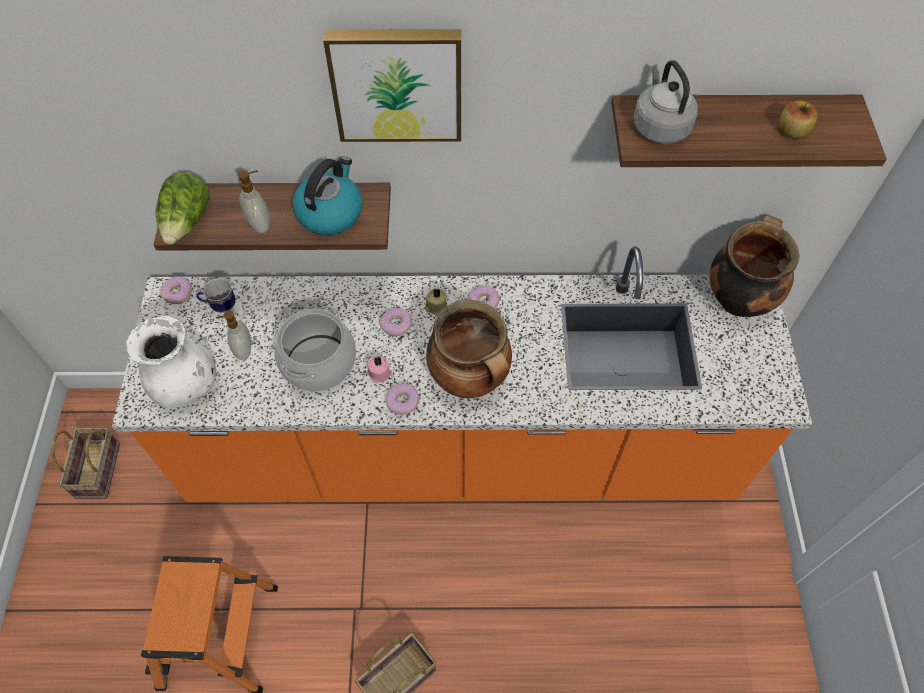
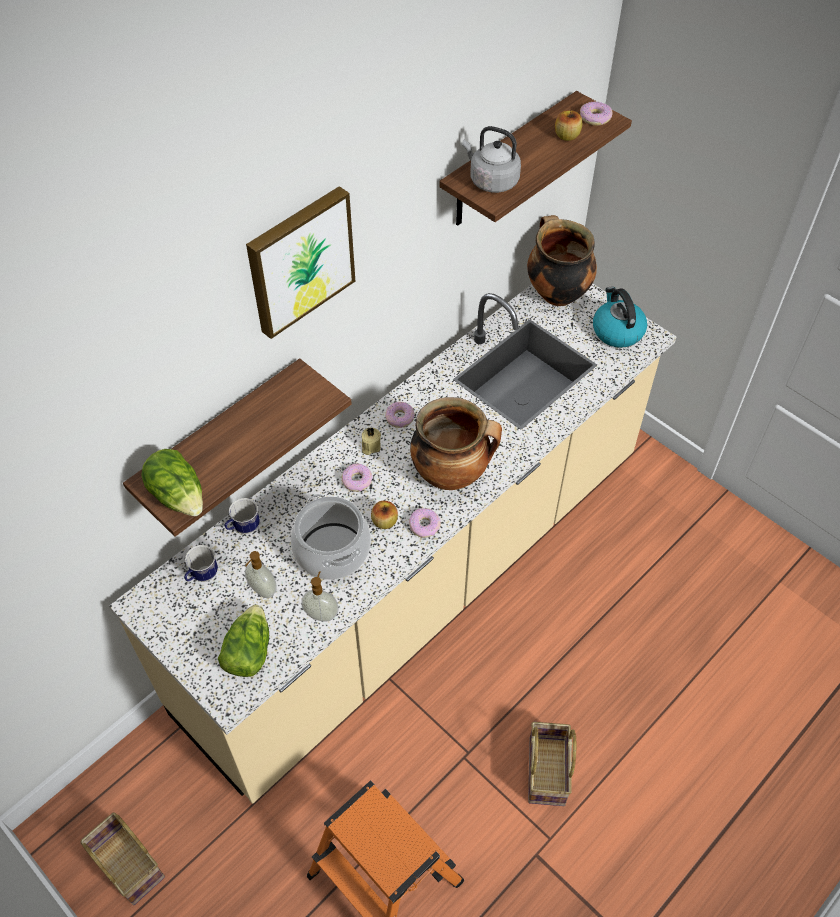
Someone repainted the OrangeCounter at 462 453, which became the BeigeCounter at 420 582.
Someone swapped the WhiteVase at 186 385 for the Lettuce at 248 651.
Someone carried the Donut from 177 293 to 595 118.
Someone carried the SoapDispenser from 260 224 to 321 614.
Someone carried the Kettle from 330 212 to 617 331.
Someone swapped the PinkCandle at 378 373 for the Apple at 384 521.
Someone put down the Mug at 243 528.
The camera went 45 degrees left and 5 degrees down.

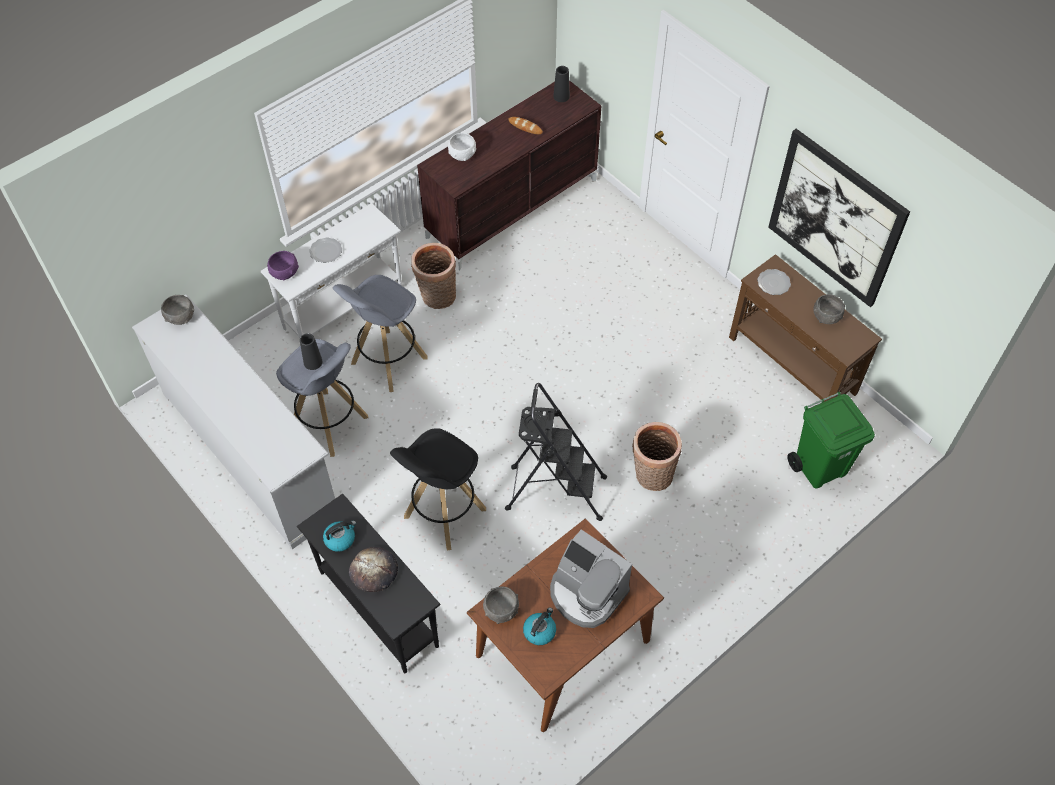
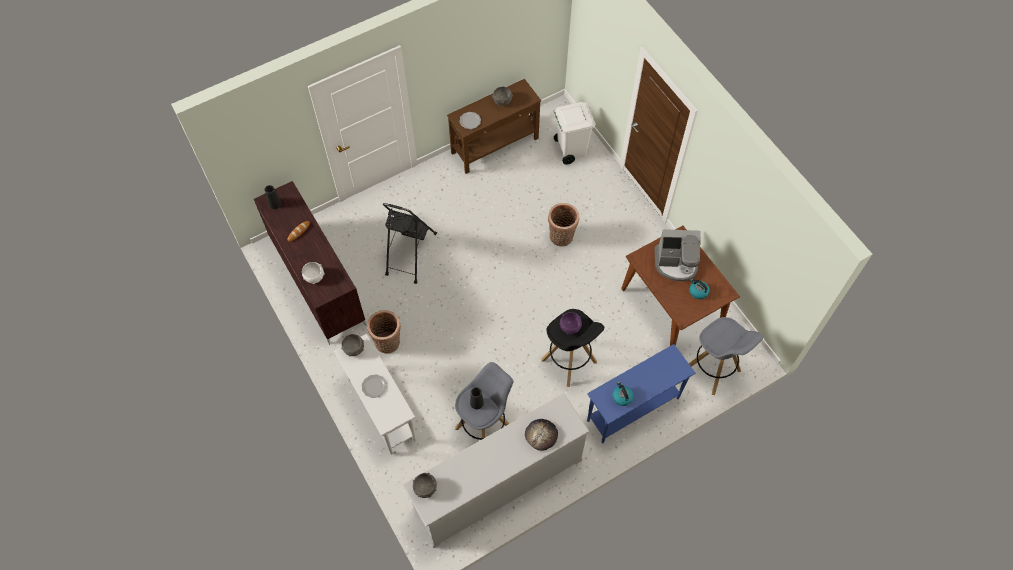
Someone carried the PurpleBowl from 284 273 to 570 327.
Someone repainted the BlackConsoleTable at 377 609, which became the BlueConsoleTable at 633 410.
Someone carried the GreyStool from 387 361 to 713 370.
Someone carried the Bread from 374 571 to 541 435.
Someone carried the GreyBowl from 501 610 to 353 349.
Someone carried the StepLadder from 554 492 to 411 254.
Someone rotated the CoffeeMachine at 586 593 by 45 degrees clockwise.
Someone took away the Picture at 835 218.
Someone repainted the GreenTrashCan at 820 467, which became the WhiteTrashCan at 570 149.
The camera went 80 degrees left and 5 degrees up.

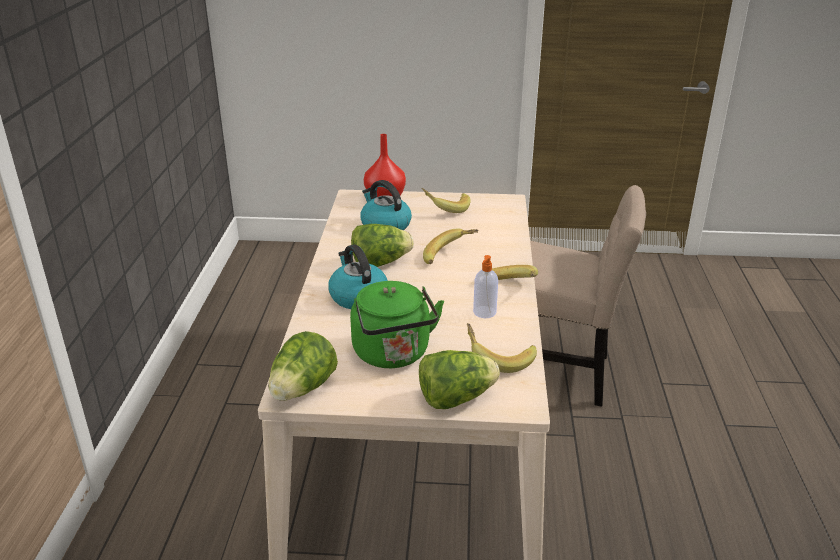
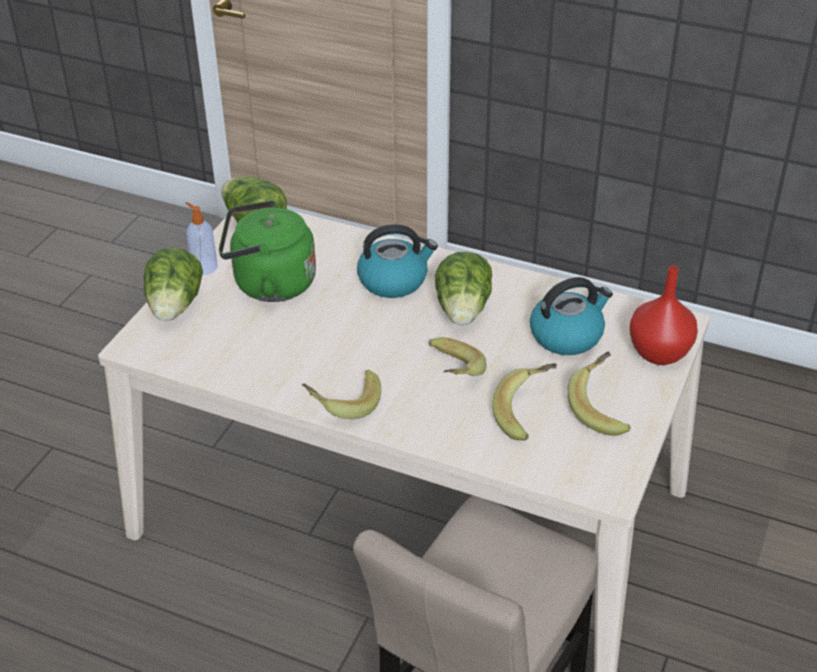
Someone carried the Banana from 498 359 to 528 414.
Someone carried the SoapDispenser from 484 313 to 204 267.
The camera went 110 degrees right and 10 degrees up.

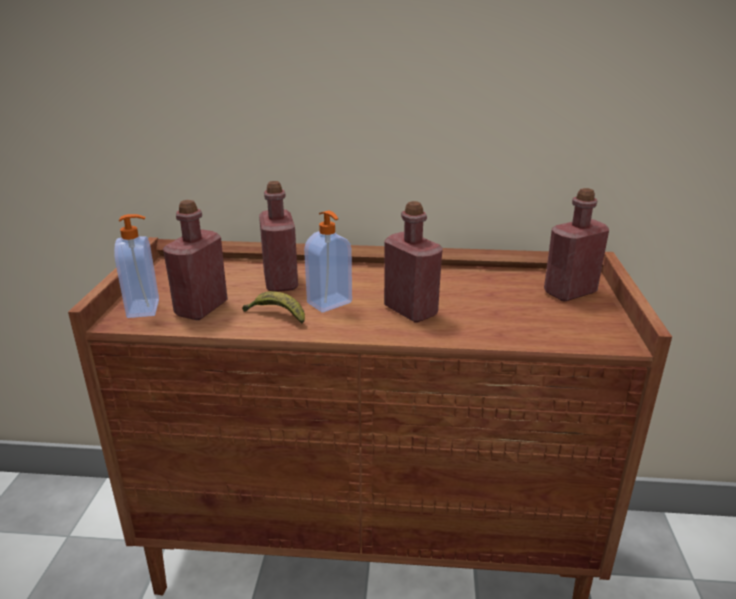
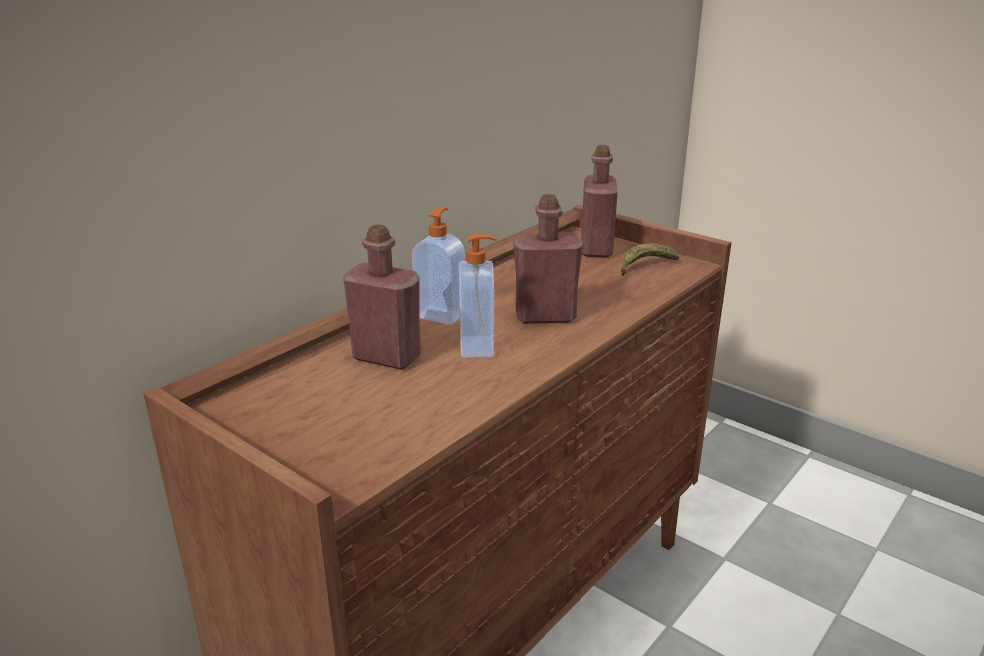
Someone carried the SoapDispenser from 145 308 to 441 315.
Someone took away the RedBottle at 201 308.
Someone carried the Banana from 276 315 to 645 267.
The camera went 55 degrees left and 0 degrees up.

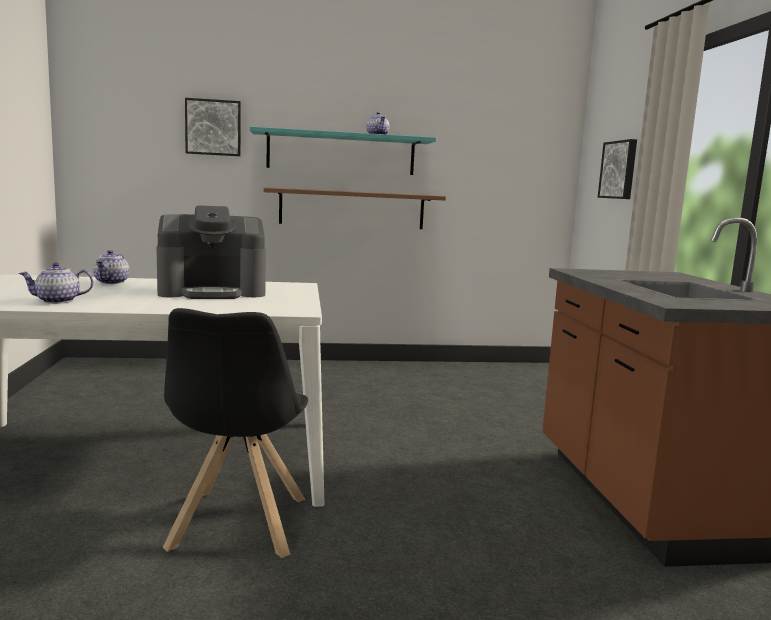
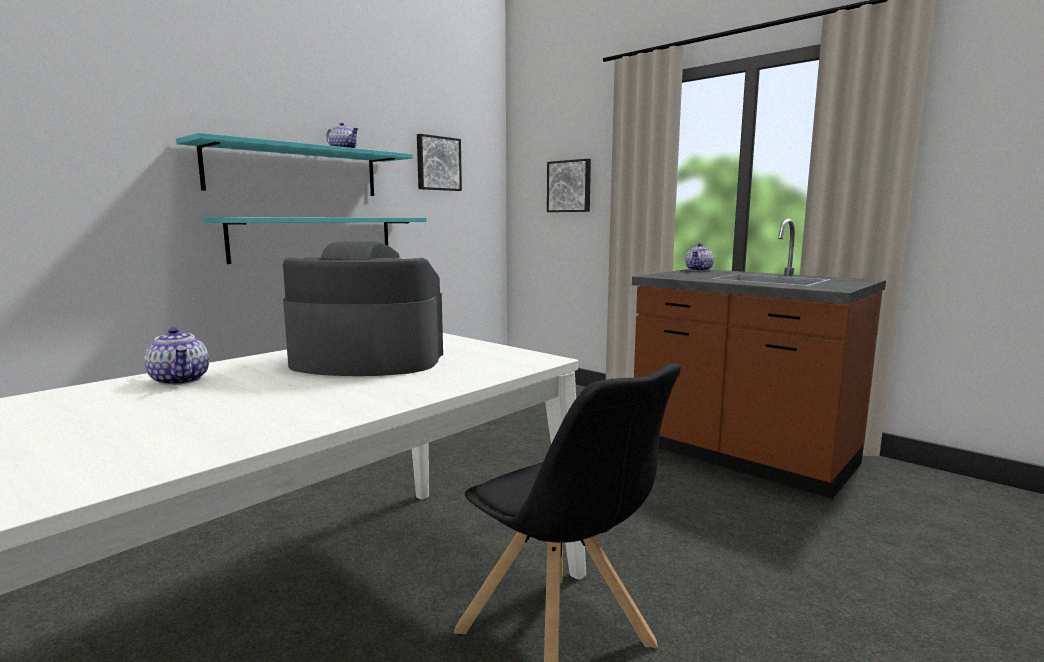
Someone carried the Teapot from 57 301 to 699 270.
Someone rotated the CoffeeMachine at 213 291 by 120 degrees counterclockwise.
Someone carried the Picture from 213 127 to 438 163.
Someone repainted the BrownShelf at 352 209, which became the TurquoiseShelf at 314 238.
The camera went 40 degrees left and 0 degrees up.

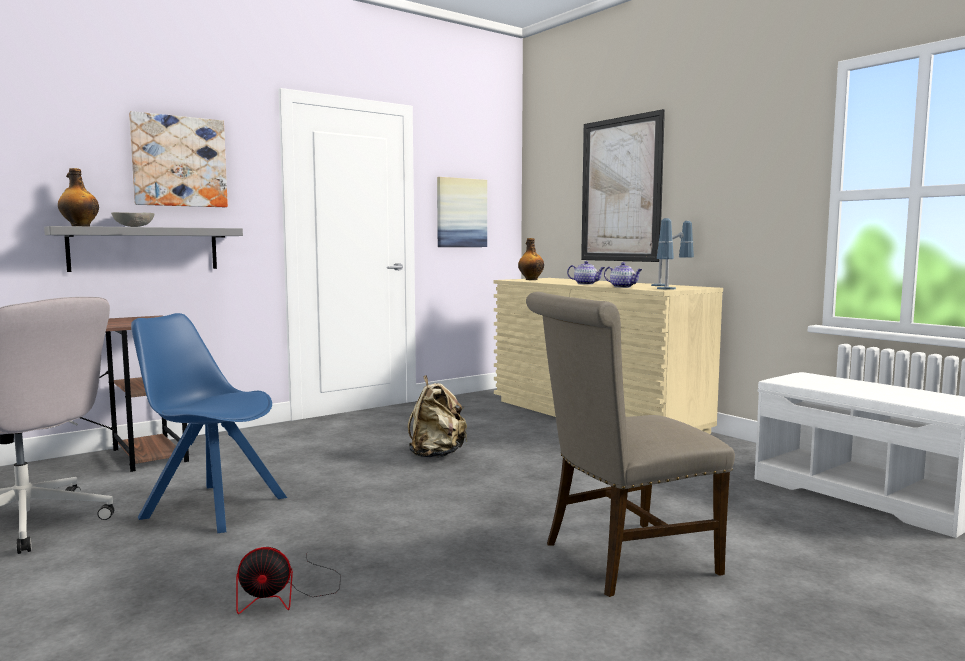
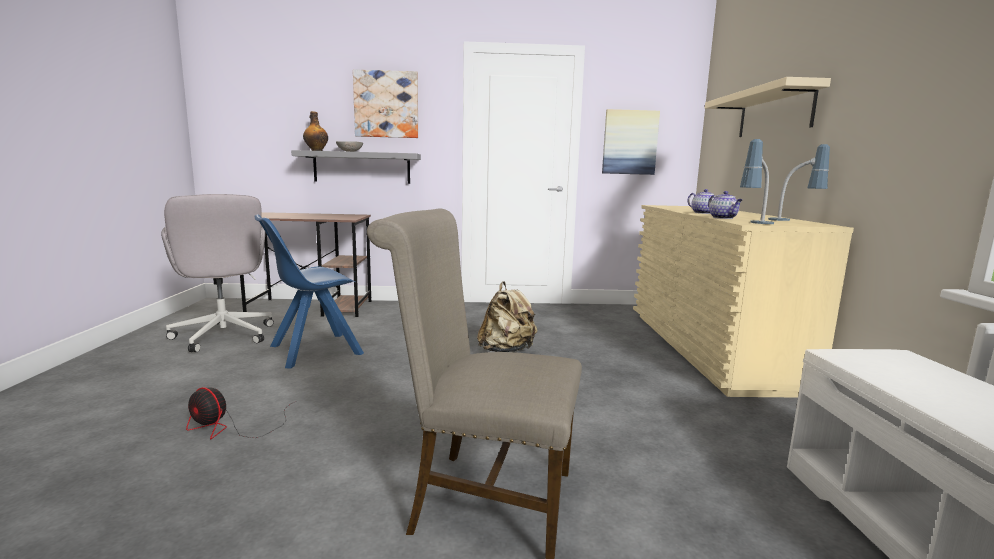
Someone rotated the BlueChair at 212 507 by 90 degrees counterclockwise.
Someone took away the Bottle at 531 279.
Someone swapped the Picture at 620 190 for the BeigeShelf at 774 112.
The camera went 35 degrees right and 5 degrees up.

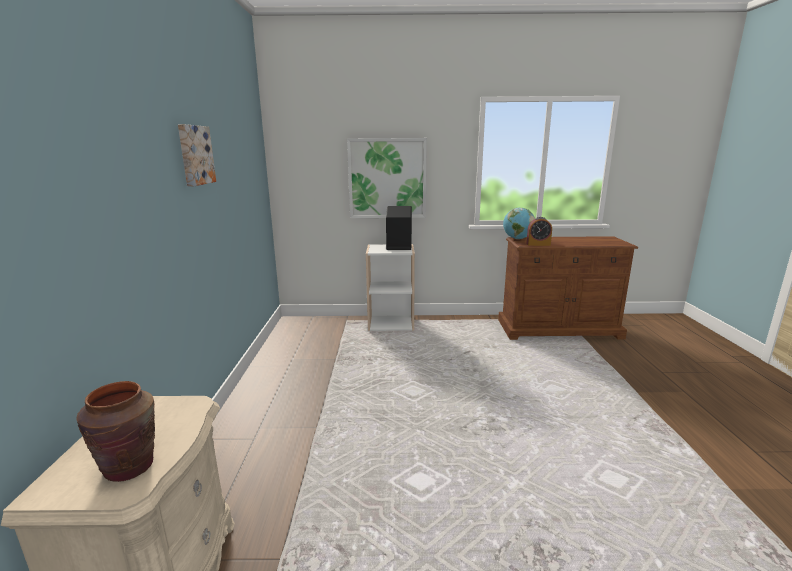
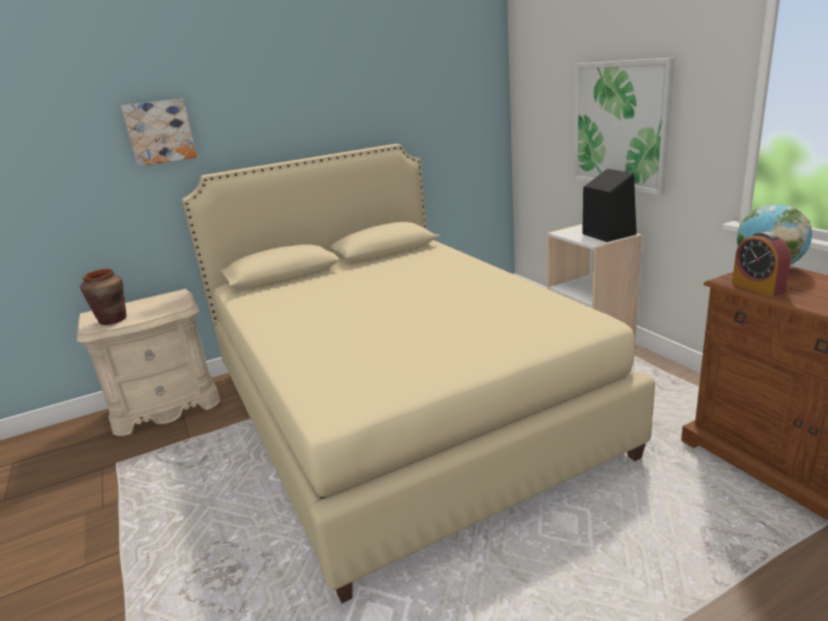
Someone carried the Picture from 195 155 to 159 132.
Someone put down the BeigeBed at 399 409.
The camera went 65 degrees right and 5 degrees up.

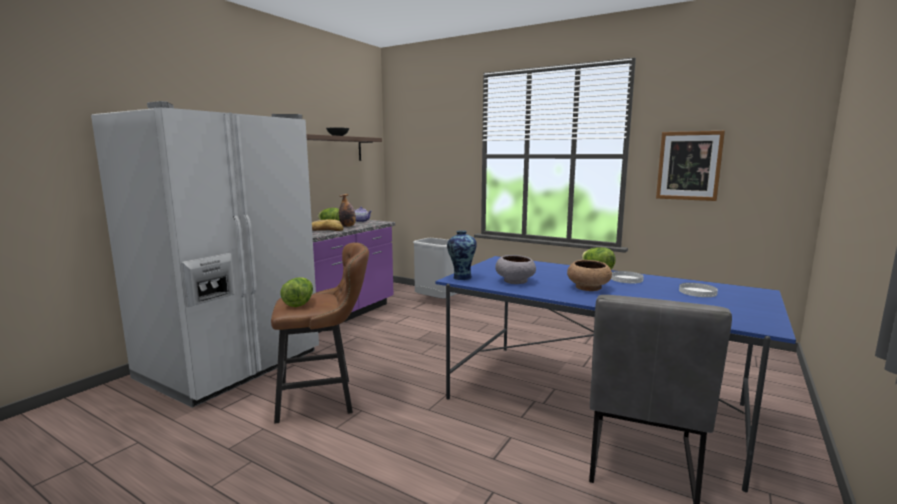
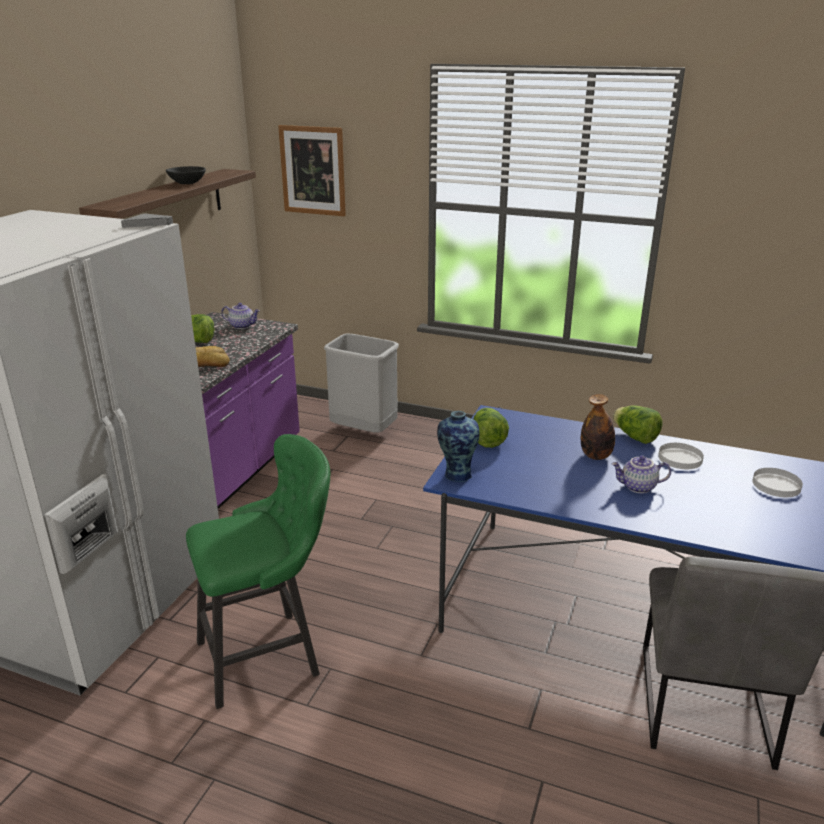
Someone repainted the BrownStool at 327 398, which became the GreenStool at 273 652.
Someone carried the Lettuce from 299 303 to 487 440.
Someone carried the Bottle from 348 226 to 596 456.
Someone took away the GreyBowl at 515 281.
Someone swapped the BrownBowl at 588 288 for the Teapot at 638 487.
Someone carried the Picture from 689 165 to 313 170.
The camera went 10 degrees left and 15 degrees up.

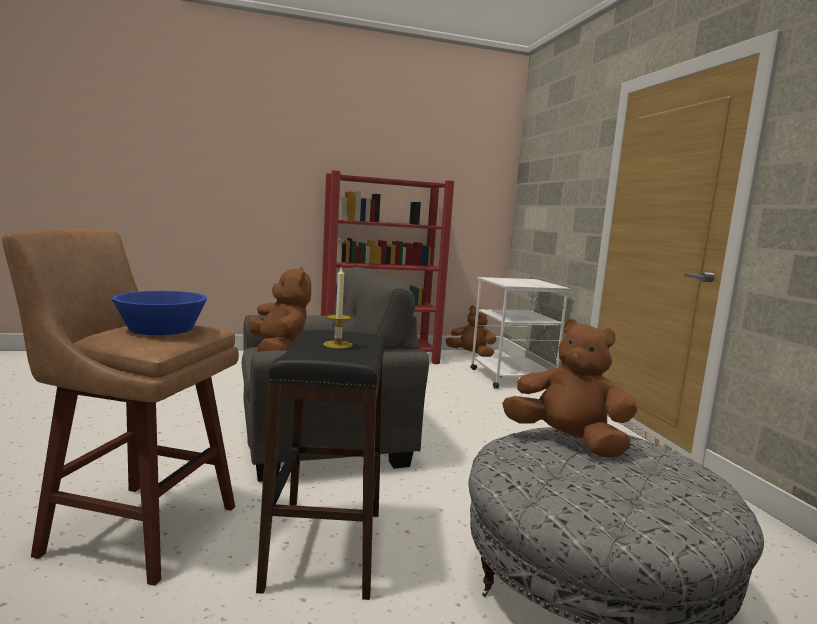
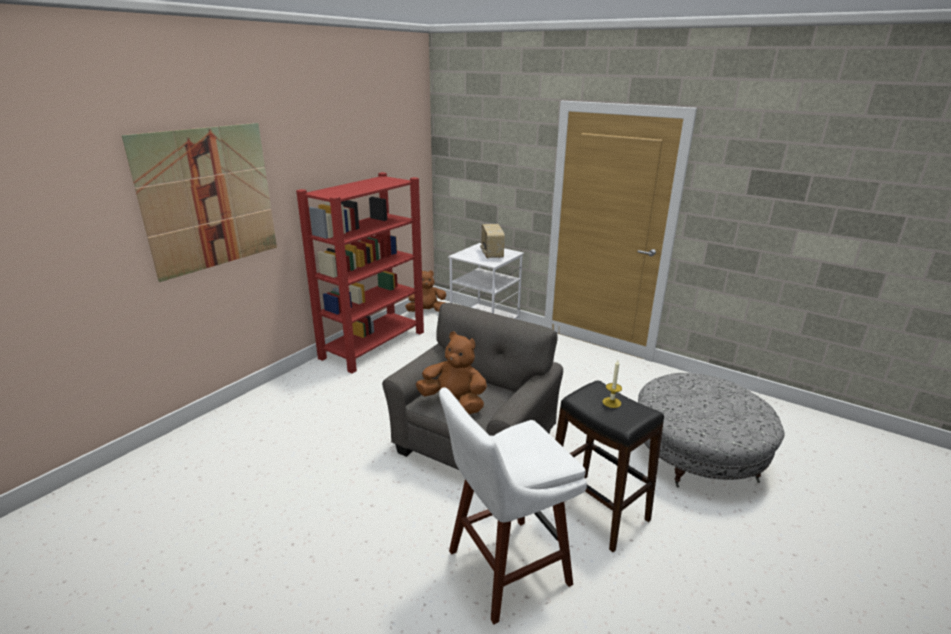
Someone repainted the BrownStool at 136 528, which became the WhiteStool at 504 569.
Someone took away the BlueBowl at 162 328.
Someone took away the BrownPlushToy at 567 441.
Someone put up the Picture at 209 199.
Someone put down the Radio at 491 254.
The camera went 40 degrees left and 15 degrees up.

